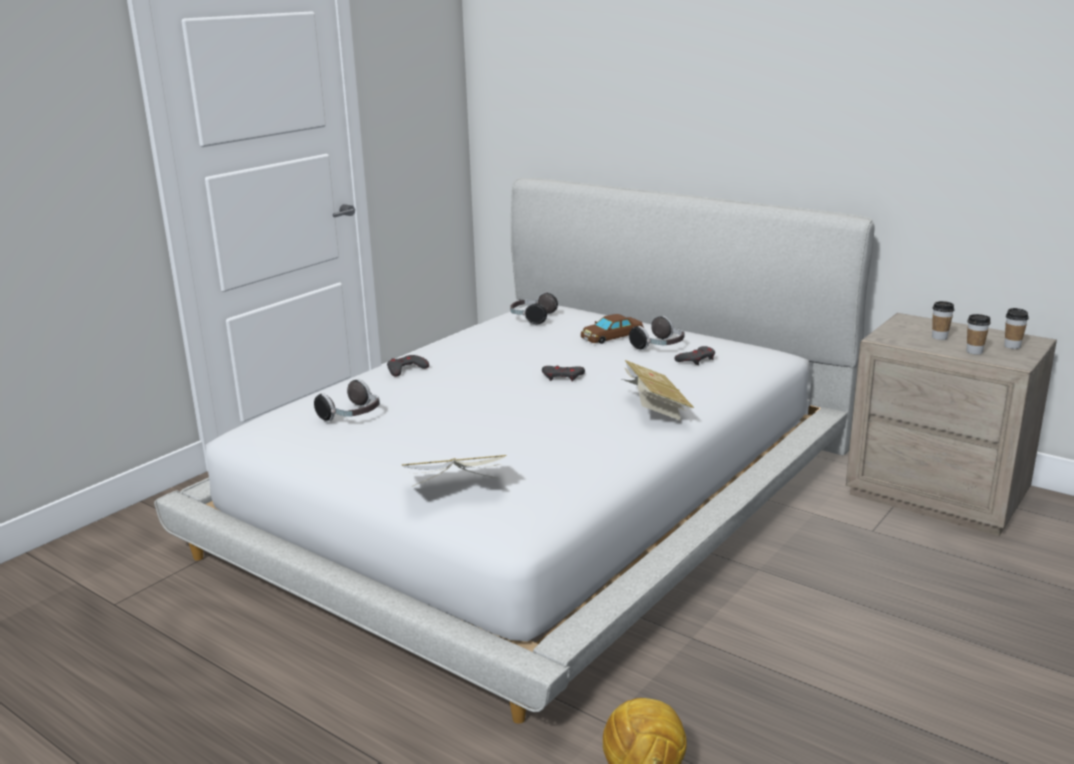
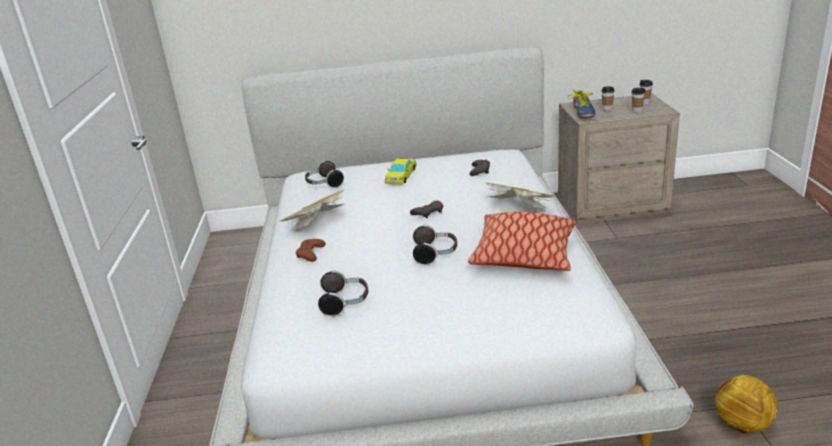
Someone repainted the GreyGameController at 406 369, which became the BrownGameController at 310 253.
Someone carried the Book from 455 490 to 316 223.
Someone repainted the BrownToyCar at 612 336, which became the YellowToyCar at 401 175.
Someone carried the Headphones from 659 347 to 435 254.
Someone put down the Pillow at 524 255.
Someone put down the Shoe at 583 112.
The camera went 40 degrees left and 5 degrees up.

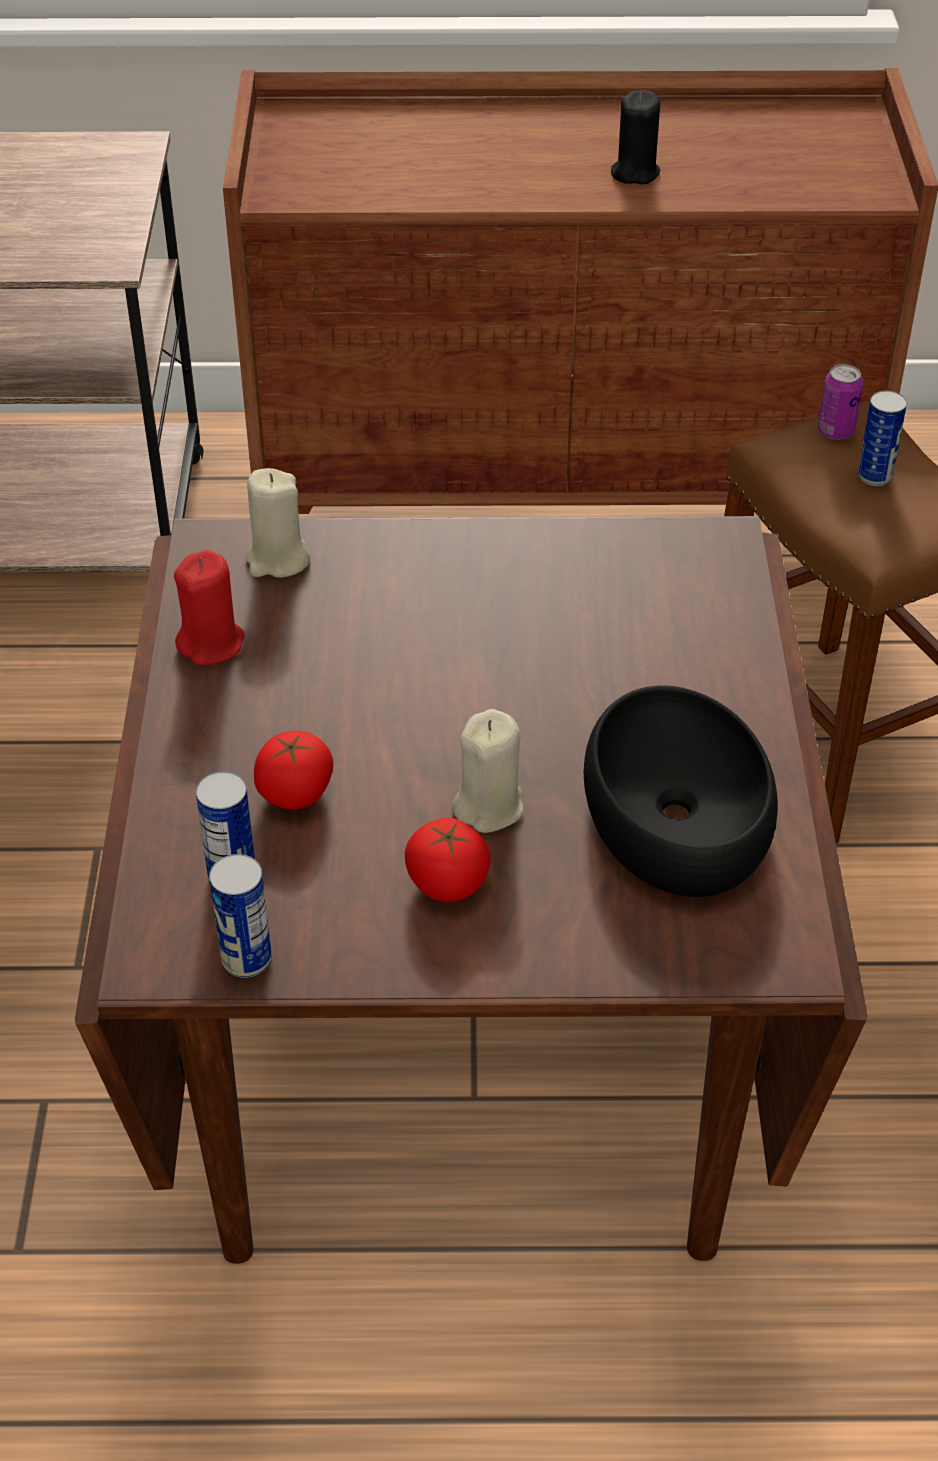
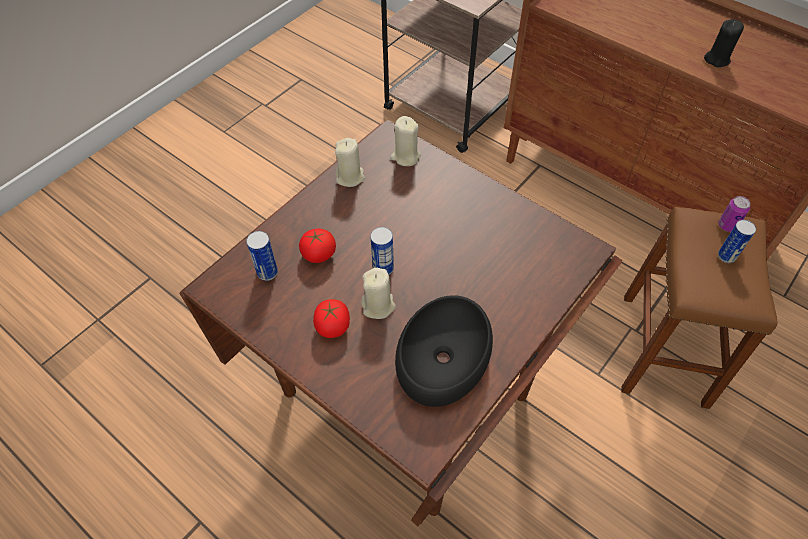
Someone repainted the RedCandle at 211 643, which became the BeigeCandle at 350 177.
Someone carried the Can from 246 959 to 383 269.
The camera went 40 degrees right and 10 degrees up.

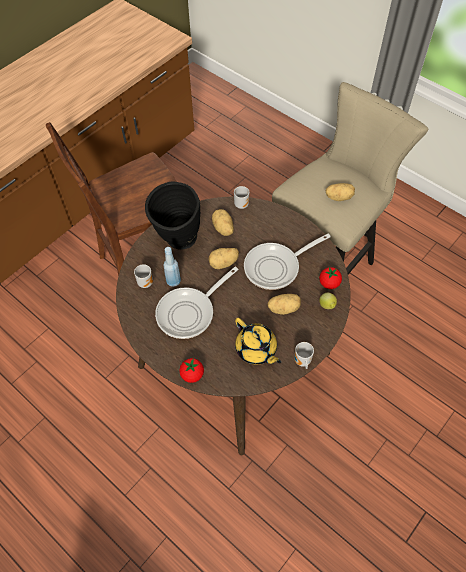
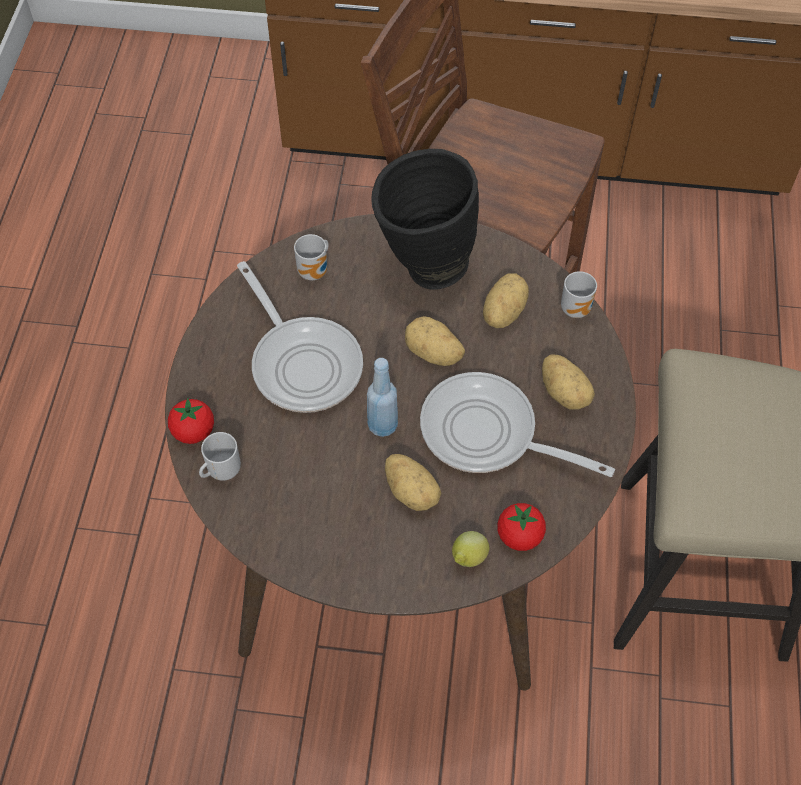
Someone rotated the FryingPan at 190 312 by 135 degrees counterclockwise.
Someone carried the BlueBottle from 173 281 to 382 425.
Someone took away the YellowTeapot at 256 349.
Someone carried the Mug from 301 362 to 221 470.
Someone carried the Potato from 339 197 to 565 393.
The camera went 55 degrees right and 0 degrees up.

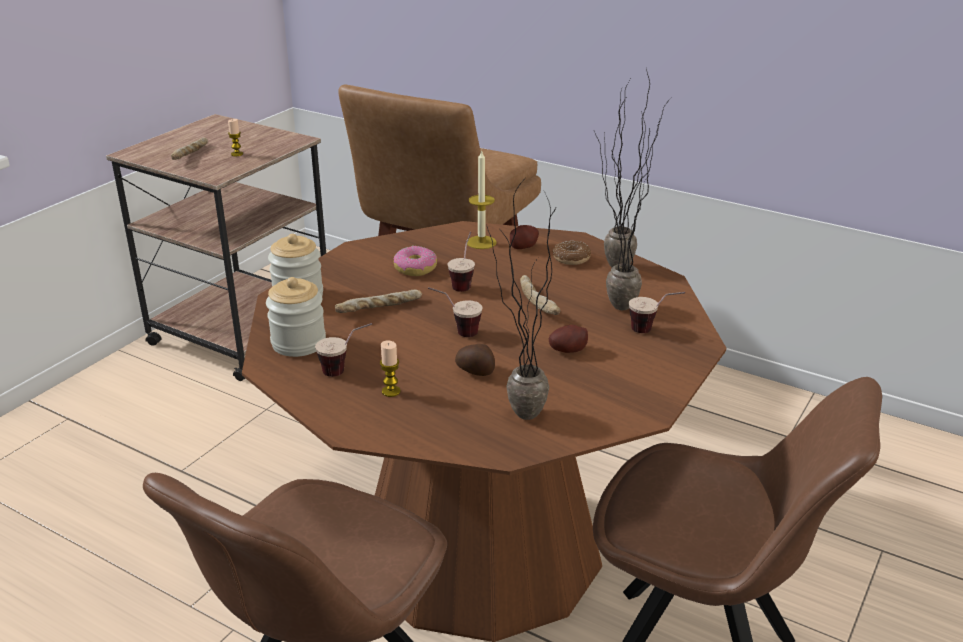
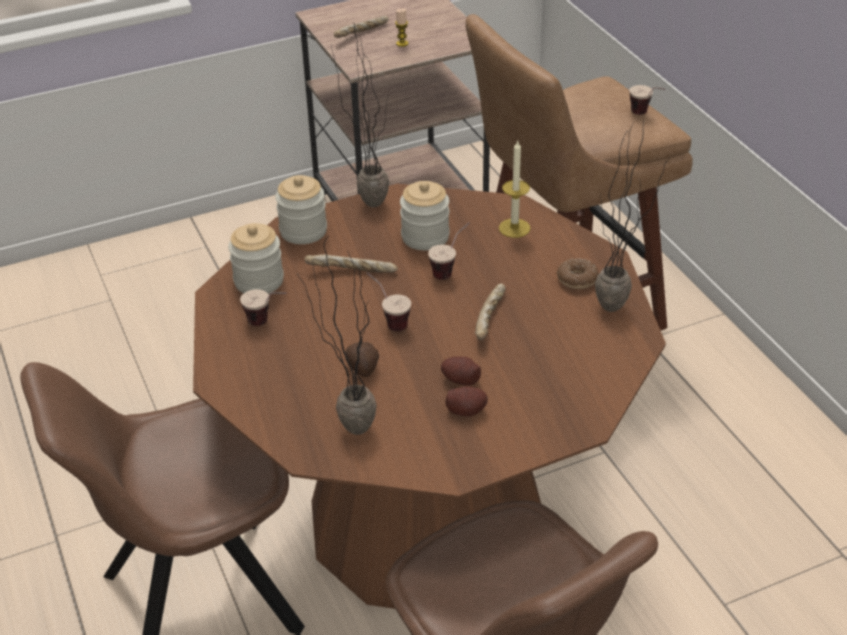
Someone took away the Candle at 391 391.
Someone swapped the Donut at 415 268 for the Jar at 425 237.
Someone carried the Potato from 524 246 to 466 410.
Someone carried the PottedPlant from 610 305 to 367 199.
Someone carried the Cup from 653 331 to 645 115.
The camera went 35 degrees right and 10 degrees up.

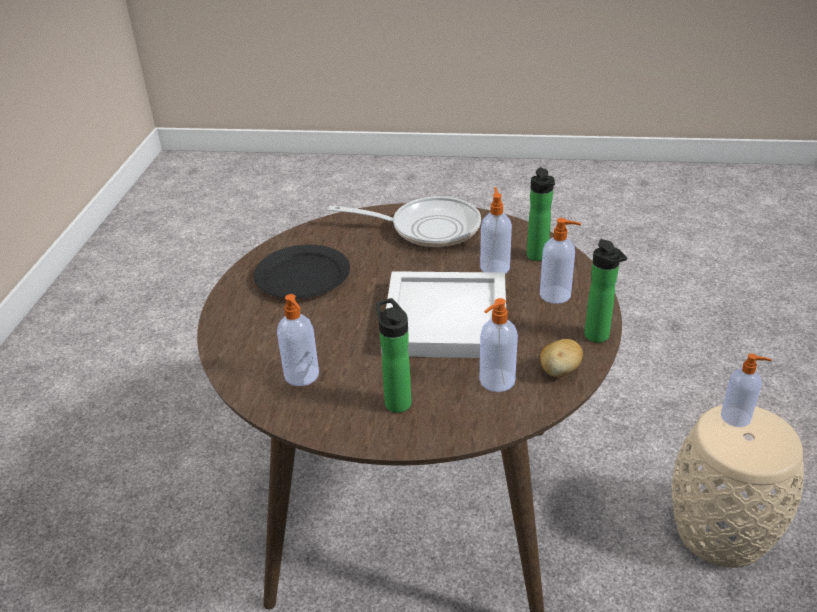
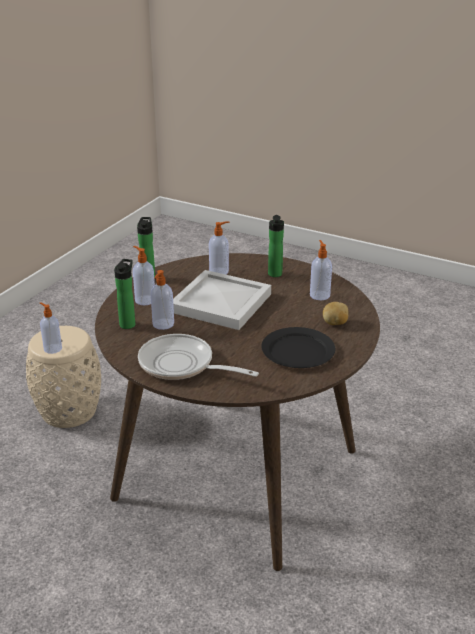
Someone carried the Potato from 559 371 to 335 323.
The camera went 160 degrees left and 5 degrees down.

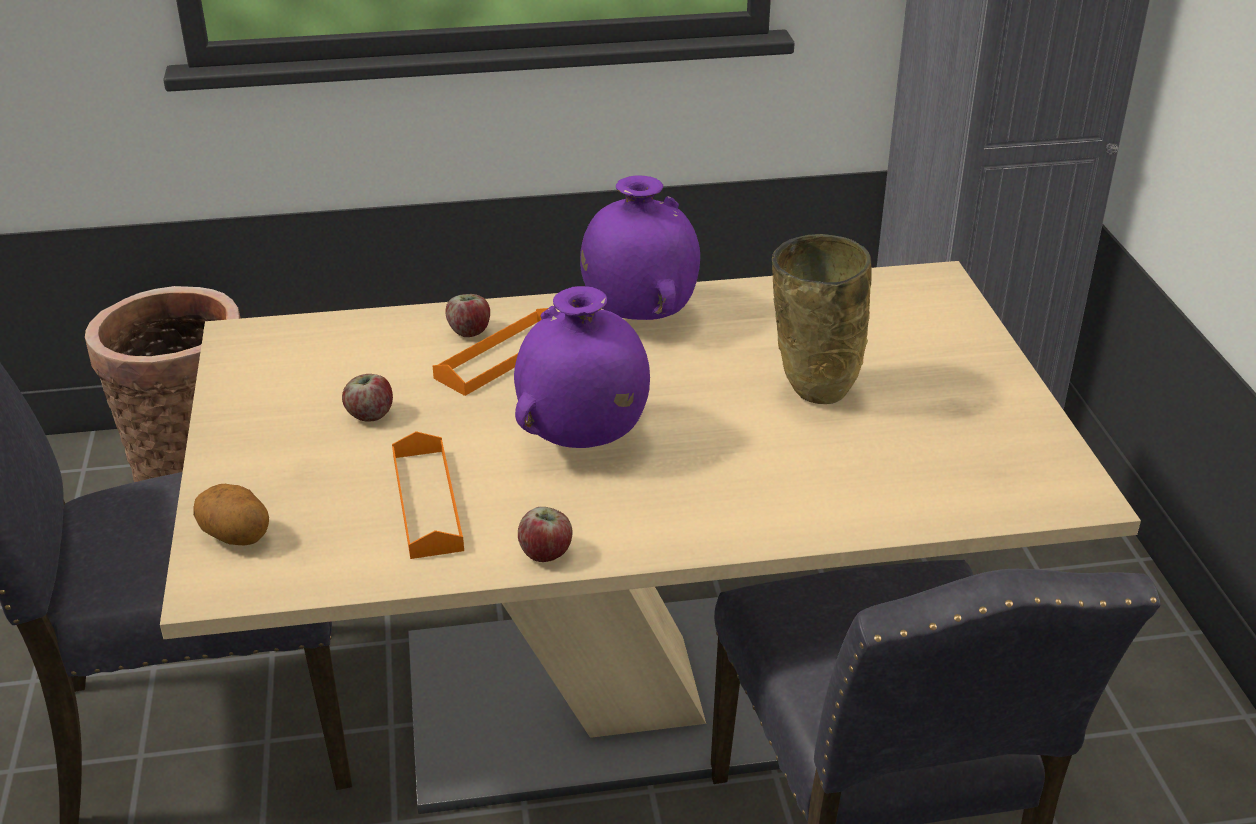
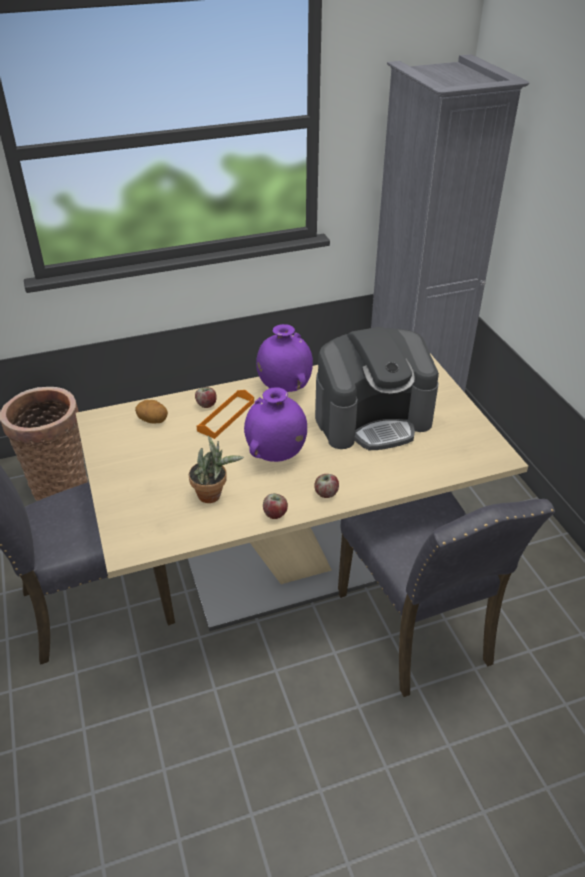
Someone carried the Potato from 236 536 to 153 420.
Someone carried the Apple from 370 415 to 326 493.
Someone swapped the OrangeTray at 427 502 for the PottedPlant at 213 495.
Someone swapped the BeigeVase at 811 392 for the CoffeeMachine at 373 419.
The camera went 10 degrees left and 5 degrees up.

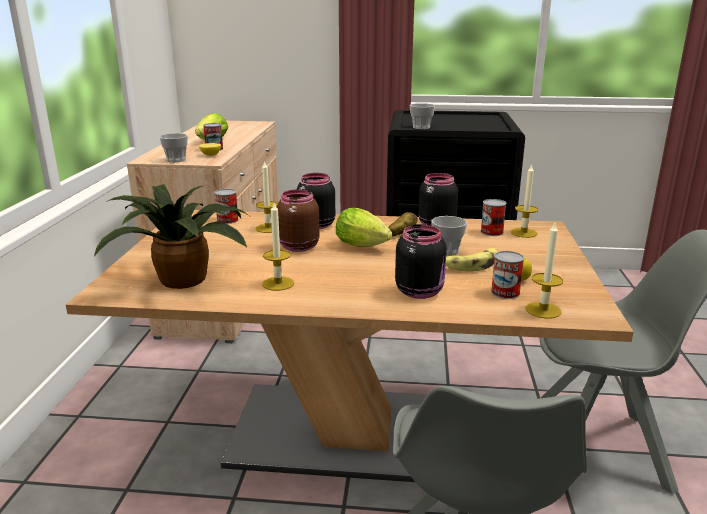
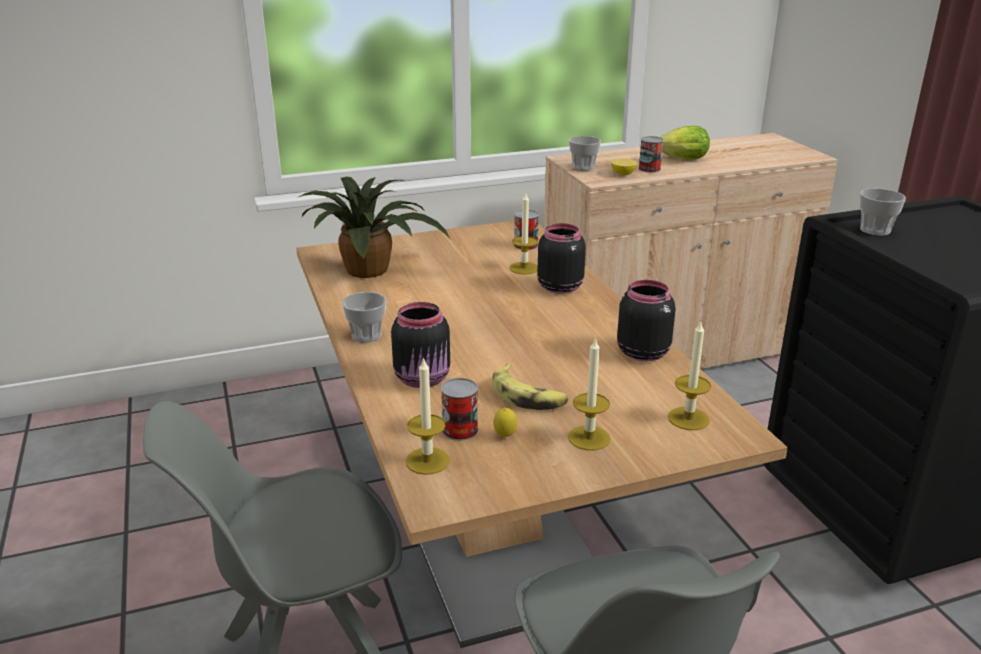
Someone carried the Candle from 278 283 to 589 438.
Someone took away the BrownJar at 297 247.
Someone took away the Lettuce at 364 246.
Someone took away the Potato at 401 234.
Someone carried the Cup from 447 250 to 366 335.
Someone took away the Can at 491 232.
The camera went 65 degrees right and 5 degrees up.

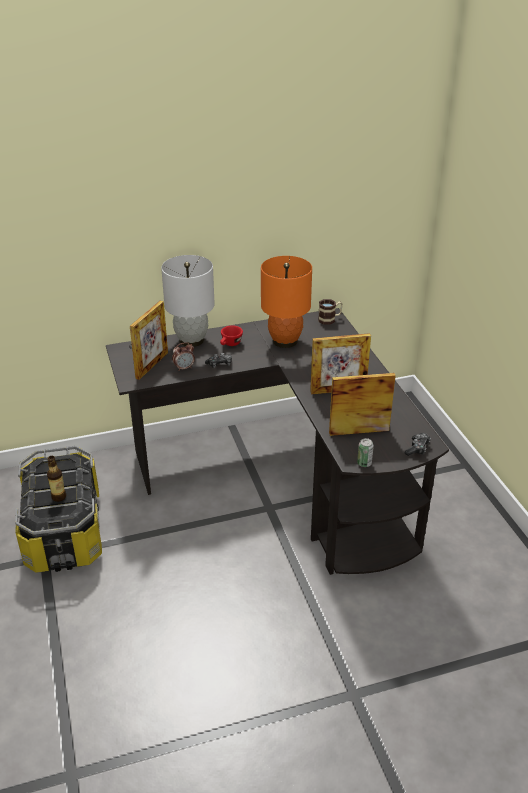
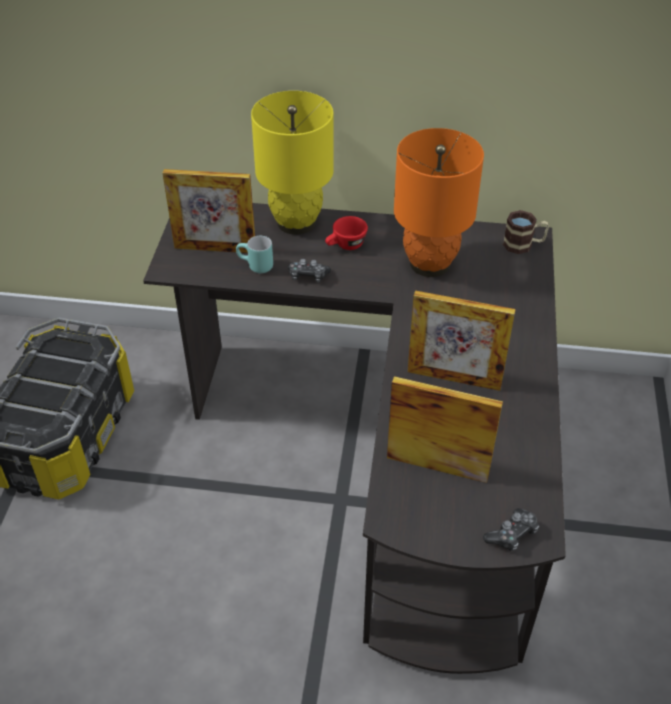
Someone took away the Bottle at 59 497.
Someone rotated the PictureFrame at 152 365 by 45 degrees clockwise.
Someone repainted the WhiteTableLamp at 191 340, which became the YellowTableLamp at 296 222.
Someone swapped the AlarmClock at 184 368 for the TurquoiseMug at 255 267.
Someone took away the Can at 364 463.
The camera went 25 degrees right and 10 degrees up.

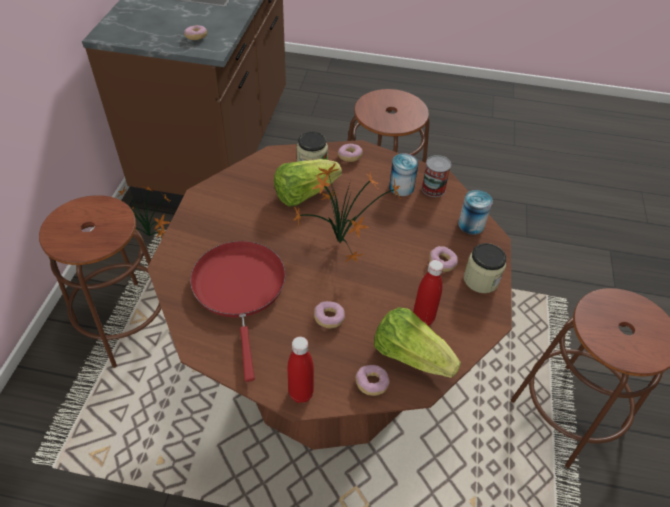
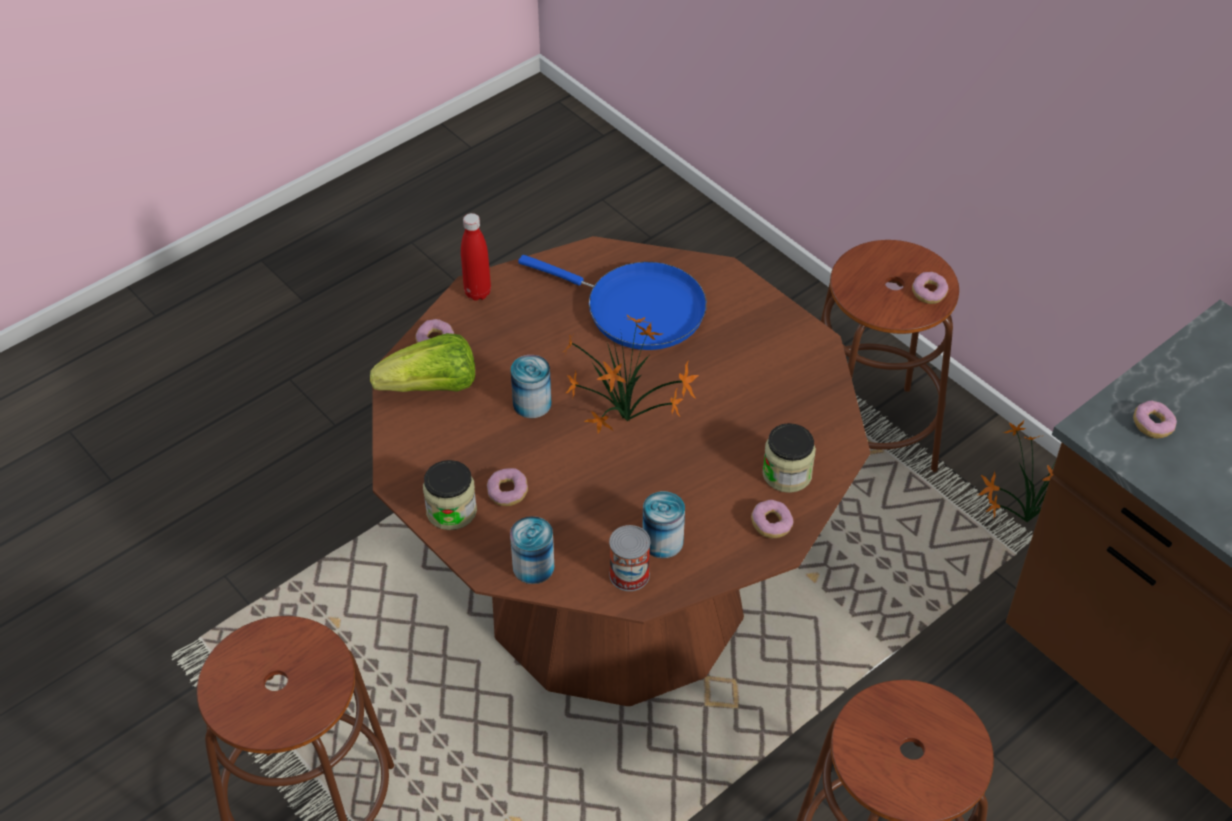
Someone repainted the RedFryingPan at 240 289, which became the BlueFryingPan at 637 309.
Someone took away the Lettuce at 304 194.
Someone carried the Donut from 329 318 to 928 293.
Someone took away the RedBottle at 423 318.
Someone put down the Can at 532 403.
The camera went 130 degrees right and 0 degrees up.

